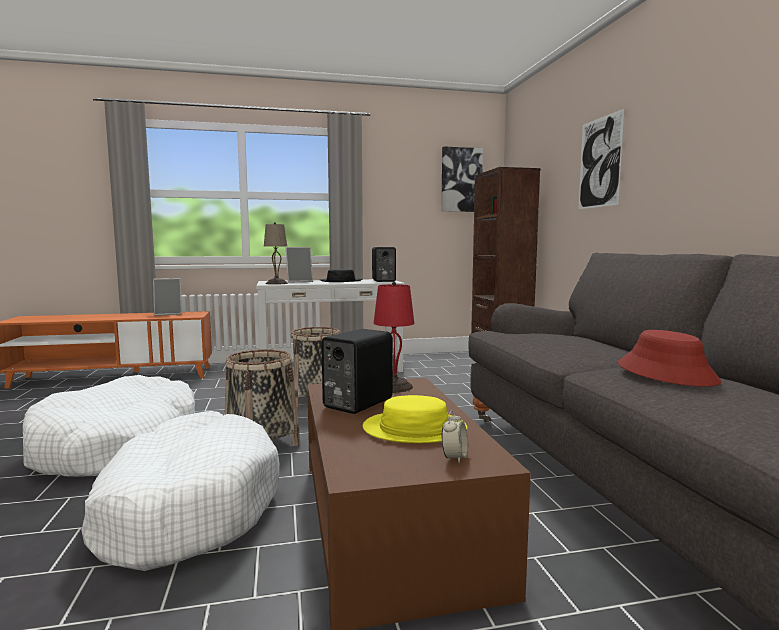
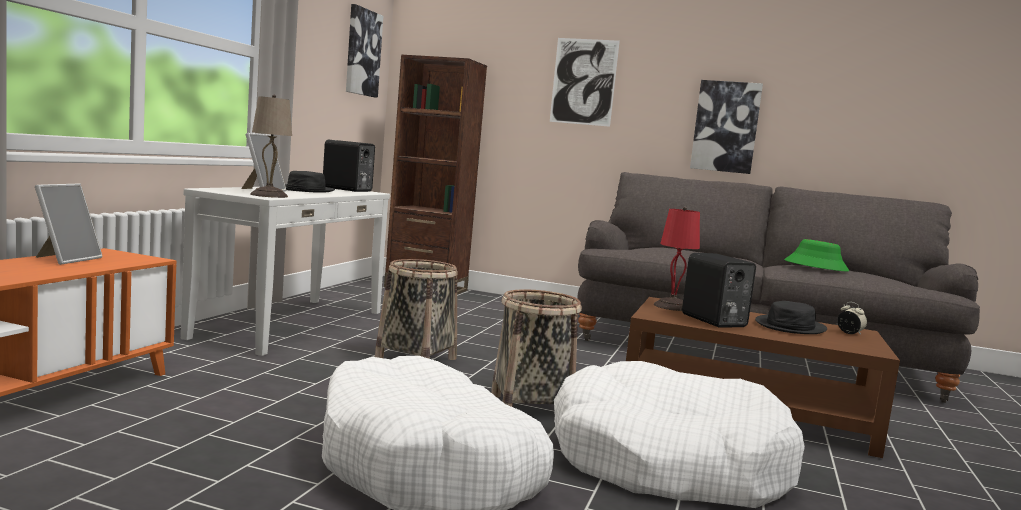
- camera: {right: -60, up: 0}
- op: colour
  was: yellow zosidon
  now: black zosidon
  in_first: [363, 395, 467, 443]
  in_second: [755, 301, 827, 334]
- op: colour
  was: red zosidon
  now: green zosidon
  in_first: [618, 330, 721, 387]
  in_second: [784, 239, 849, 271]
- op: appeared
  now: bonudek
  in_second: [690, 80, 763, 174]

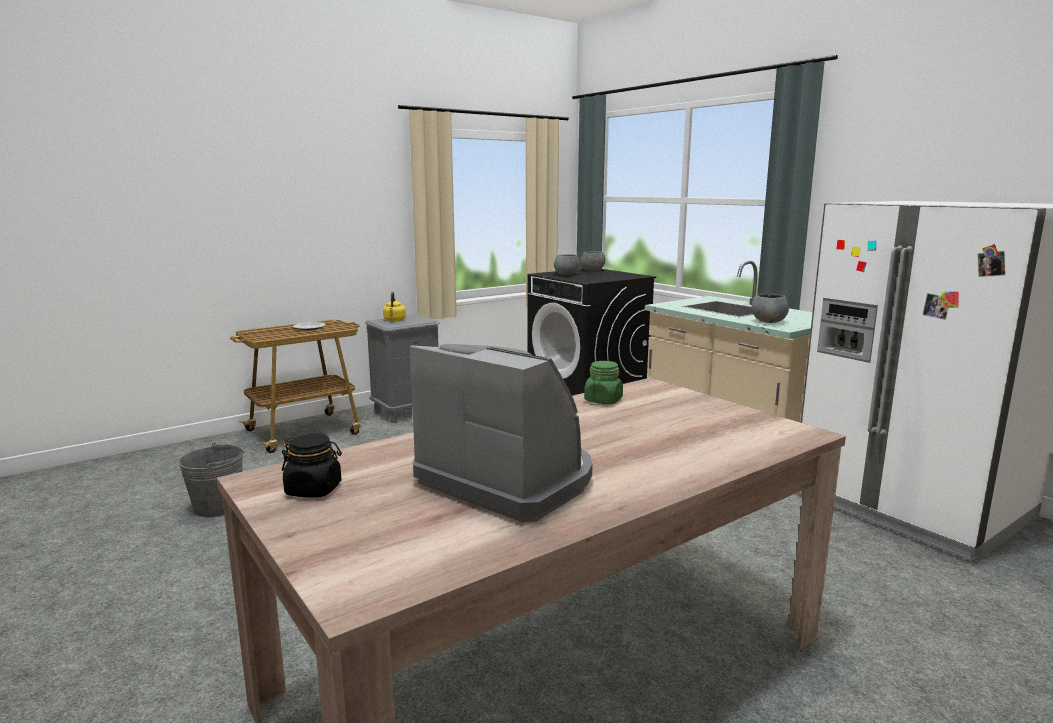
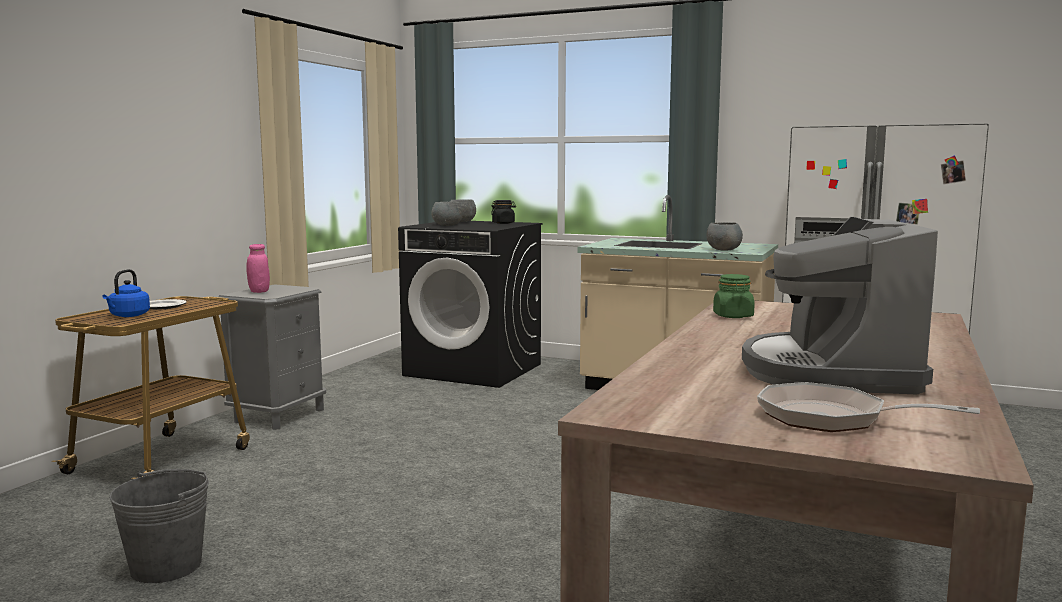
- camera: {right: -30, up: -5}
- op: relocated
  was: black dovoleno
  in_first: [282, 433, 342, 498]
  in_second: [491, 200, 516, 224]
- op: exchanged
  was: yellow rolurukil
  now: pink dovoleno
  in_first: [383, 292, 406, 321]
  in_second: [246, 244, 270, 293]
- op: spun
  was: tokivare
  in_first: [410, 344, 593, 522]
  in_second: [742, 217, 938, 394]
  clockwise: -90
- op: appeared
  now: blue rolurukil
  in_second: [102, 269, 150, 317]
- op: appeared
  now: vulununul
  in_second: [757, 382, 980, 432]

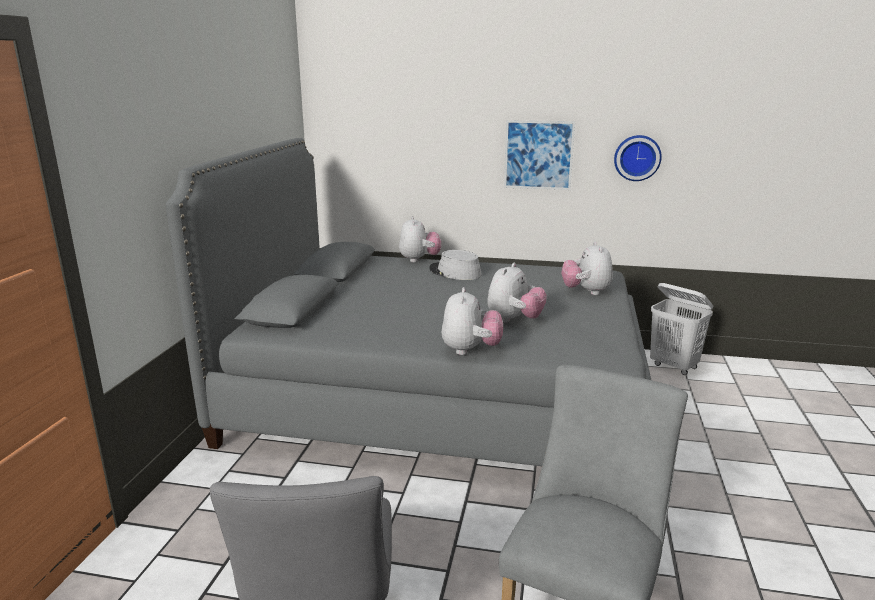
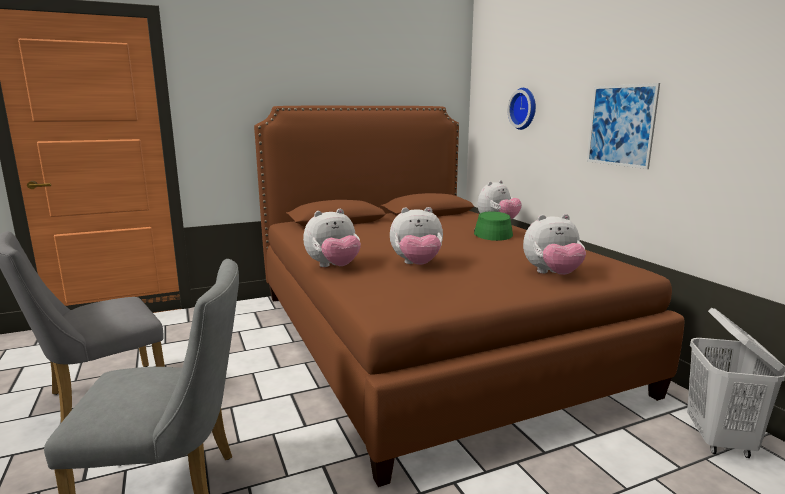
- camera: {right: 55, up: -5}
- op: colour
  was: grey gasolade
  now: brown gasolade
  in_first: [166, 138, 651, 466]
  in_second: [254, 106, 684, 487]
- op: colour
  was: grey zosidon
  now: green zosidon
  in_first: [429, 250, 481, 280]
  in_second: [474, 211, 513, 241]
- op: spun
  was: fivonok
  in_first: [561, 241, 613, 295]
  in_second: [523, 214, 586, 275]
  clockwise: -150
- op: relocated
  was: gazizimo
  in_first: [614, 135, 662, 181]
  in_second: [508, 88, 536, 130]

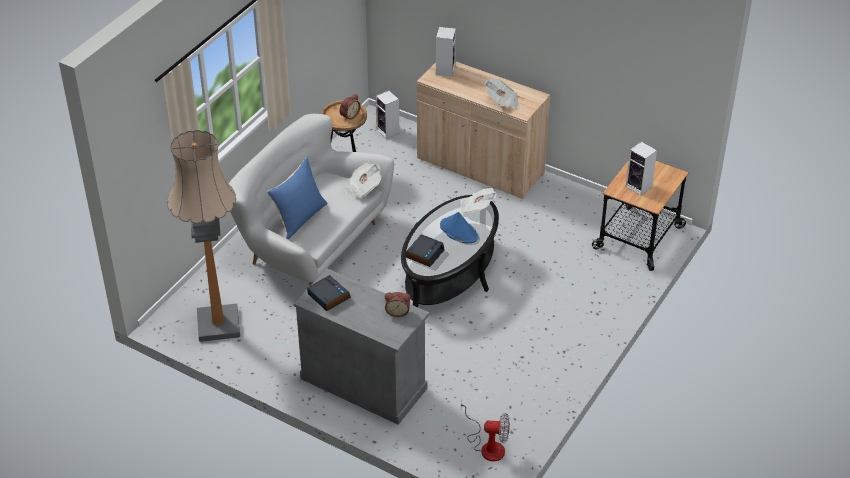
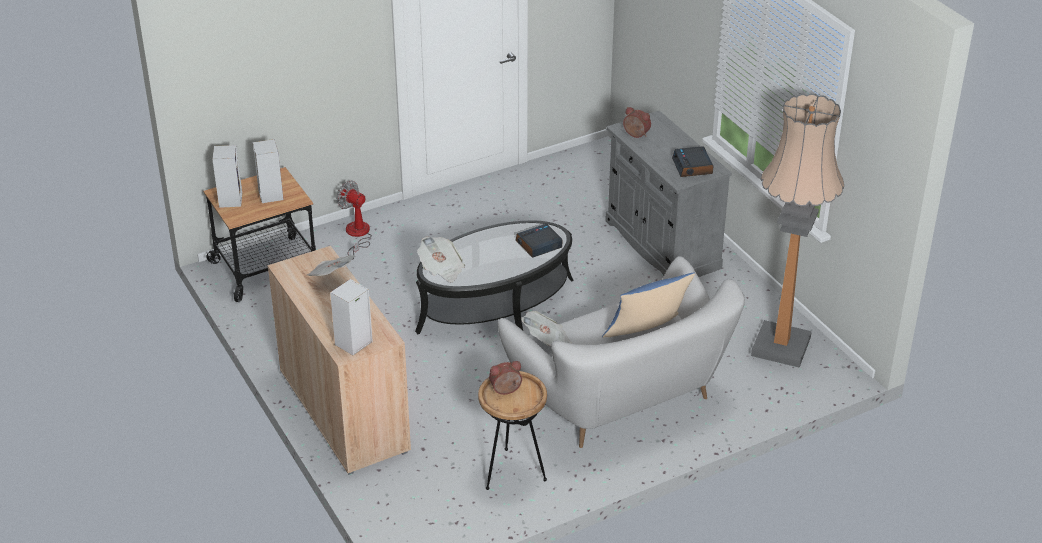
- camera: {right: -150, up: -5}
- op: relocated
  was: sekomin
  in_first: [376, 91, 399, 139]
  in_second: [212, 145, 242, 208]
- op: missing
  was: blue zosidon
  in_first: [440, 212, 478, 243]
- op: relocated
  was: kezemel
  in_first: [461, 400, 510, 461]
  in_second: [337, 180, 372, 260]

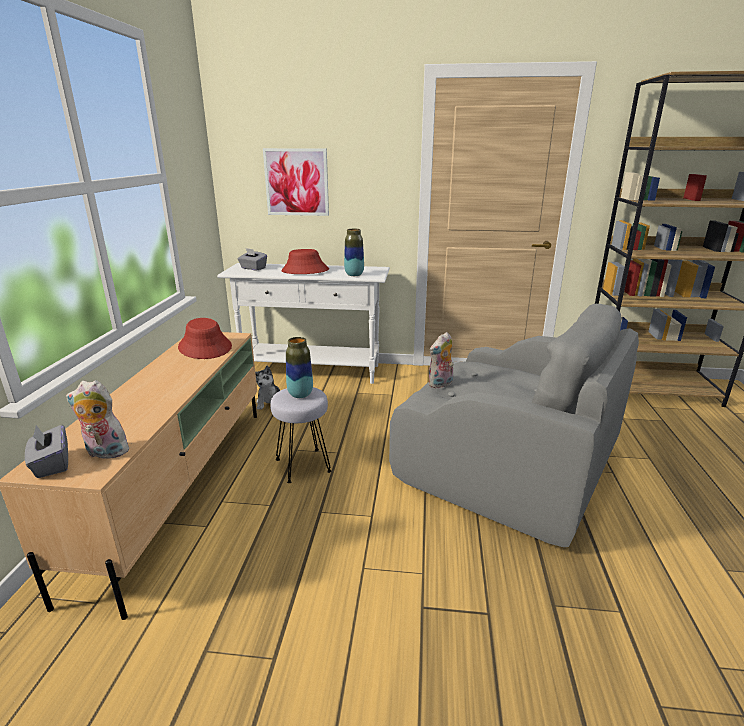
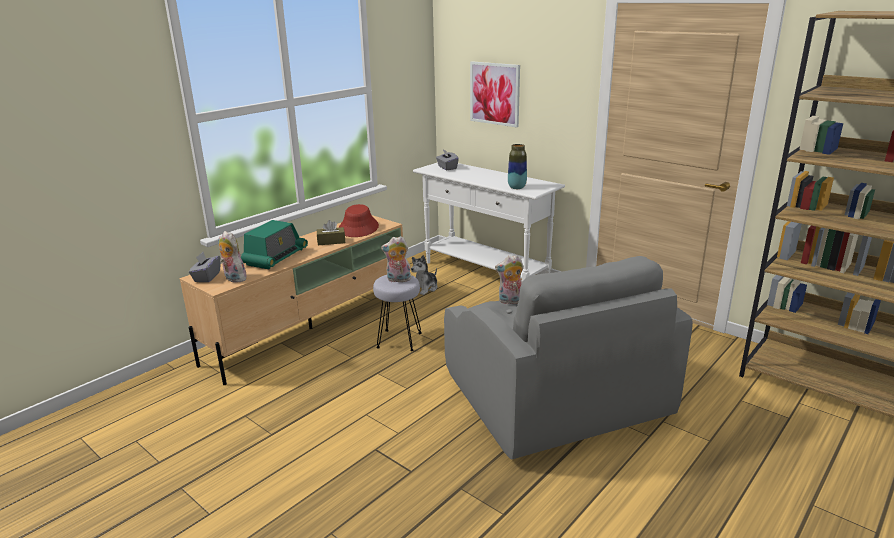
- camera: {right: 35, up: 0}
- op: missing
  was: red zosidon
  in_first: [281, 249, 329, 274]
- op: exchanged
  was: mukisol
  now: fivonok
  in_first: [286, 337, 313, 398]
  in_second: [381, 236, 411, 282]
- op: appeared
  now: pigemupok
  in_second: [241, 220, 308, 270]
- op: appeared
  now: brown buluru
  in_second: [317, 220, 345, 245]

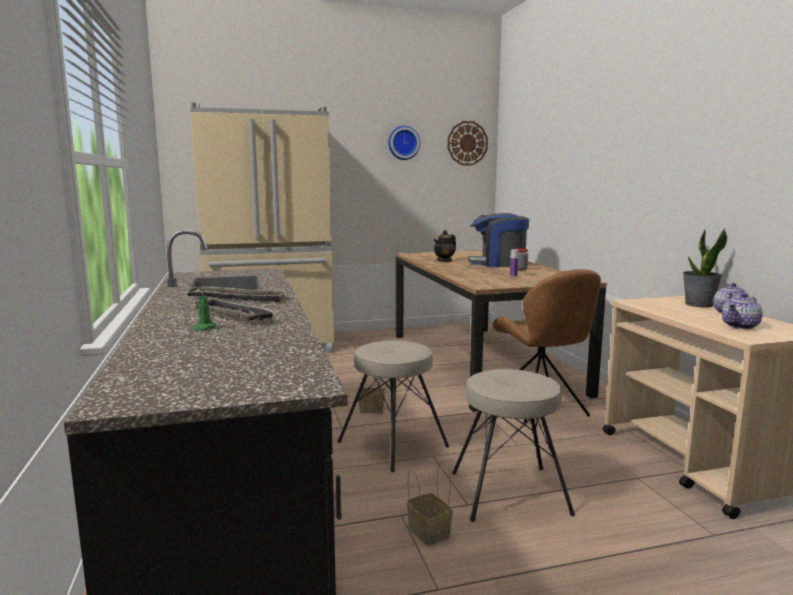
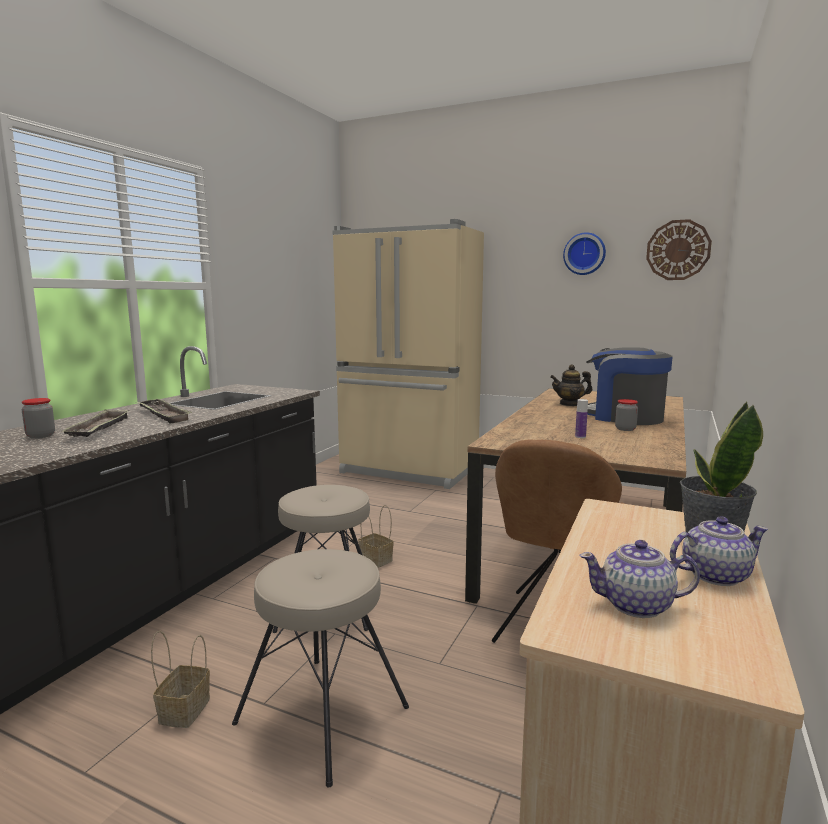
- camera: {right: 40, up: 0}
- op: exchanged
  was: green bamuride
  now: dovoleno
  in_first: [193, 288, 217, 331]
  in_second: [22, 398, 55, 439]

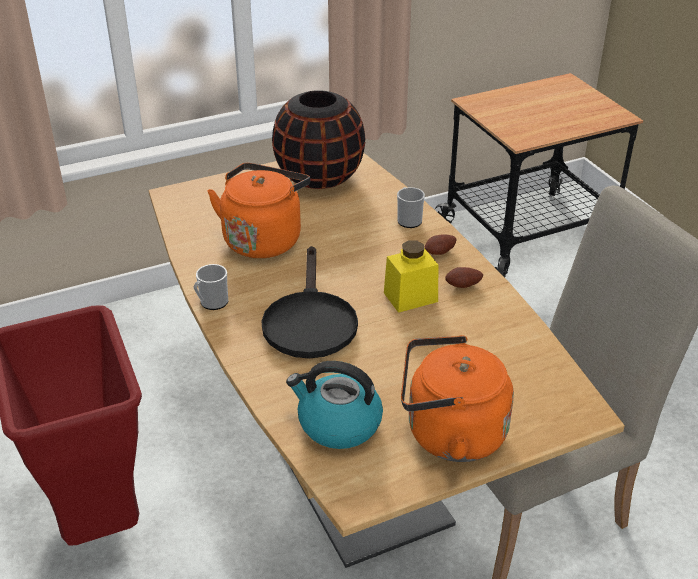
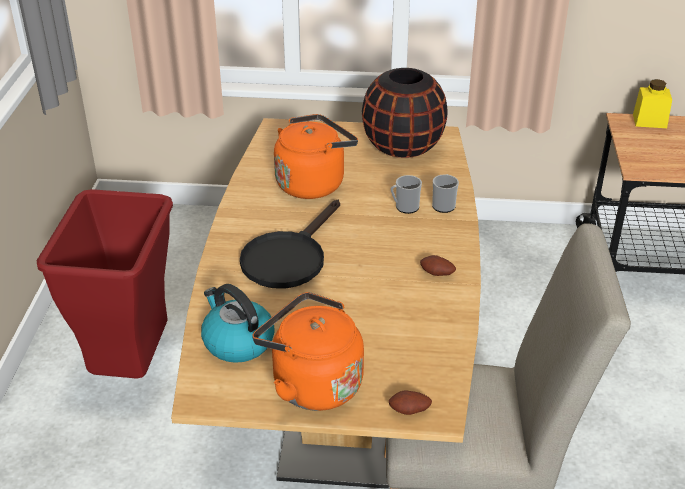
- camera: {right: 30, up: 0}
- op: relocated
  was: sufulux
  in_first: [194, 264, 228, 310]
  in_second: [391, 175, 422, 214]
- op: relocated
  was: yellow dovoleno
  in_first: [384, 241, 438, 313]
  in_second: [633, 79, 672, 128]
- op: relocated
  was: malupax
  in_first: [425, 234, 456, 255]
  in_second: [389, 390, 432, 415]

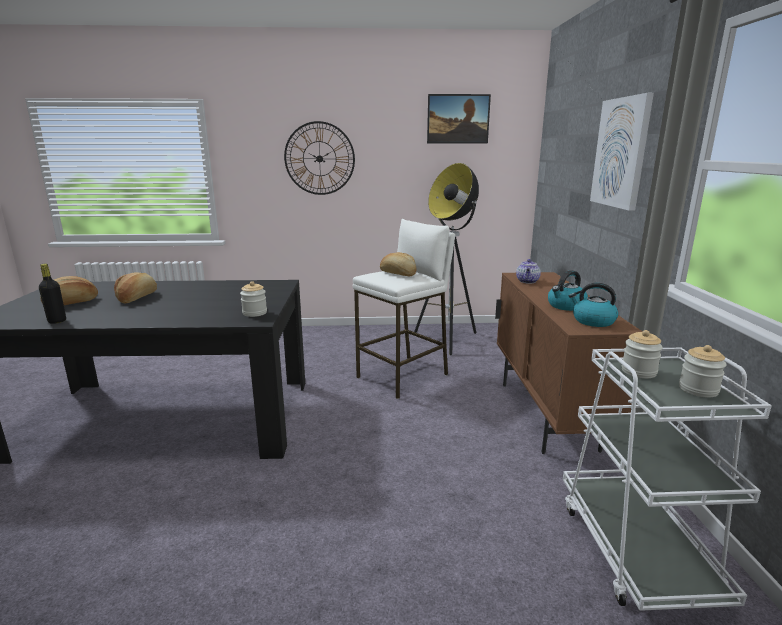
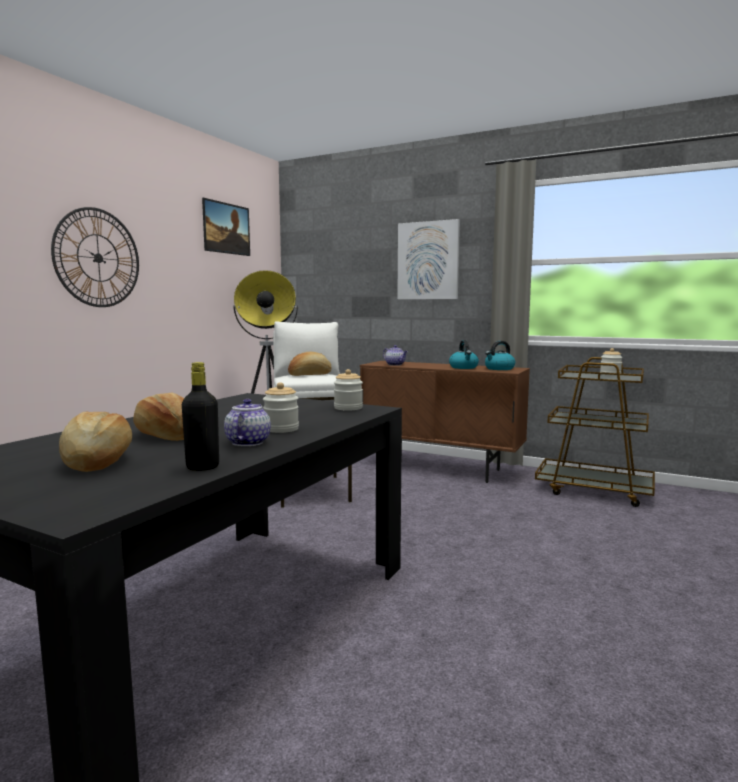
- camera: {right: -60, up: -10}
- op: colour
  was: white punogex
  now: brown punogex
  in_first: [563, 348, 772, 611]
  in_second: [535, 357, 655, 507]
- op: relocated
  was: dovoleno
  in_first: [622, 330, 663, 378]
  in_second: [263, 382, 299, 433]
- op: appeared
  now: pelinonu
  in_second: [224, 399, 271, 446]

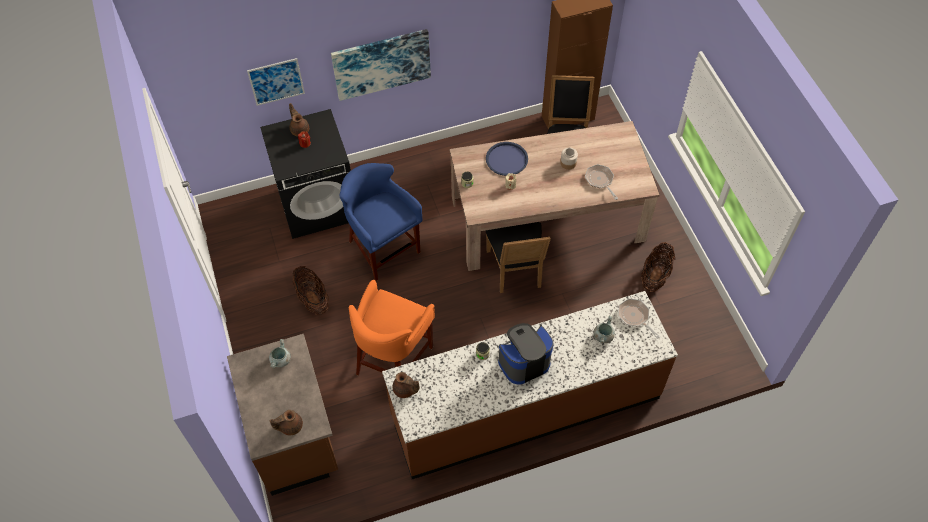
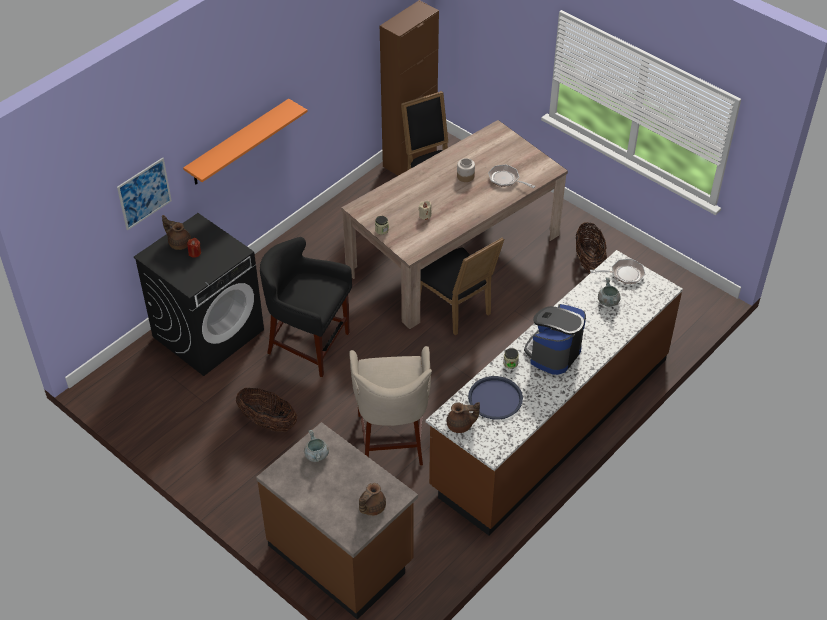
- camera: {right: -30, up: -10}
- op: exchanged
  was: bonudek
  now: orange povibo
  in_first: [331, 29, 431, 101]
  in_second: [183, 99, 307, 184]
- op: colour
  was: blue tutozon
  now: black tutozon
  in_first: [339, 163, 423, 281]
  in_second: [260, 237, 352, 378]
- op: colour
  was: orange tutozon
  now: beige tutozon
  in_first: [349, 280, 435, 376]
  in_second: [350, 346, 432, 466]
- op: relocated
  was: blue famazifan
  in_first: [486, 142, 528, 176]
  in_second: [468, 376, 523, 420]
- op: spun
  was: vulununul
  in_first: [618, 299, 660, 339]
  in_second: [590, 259, 645, 284]
  clockwise: 150

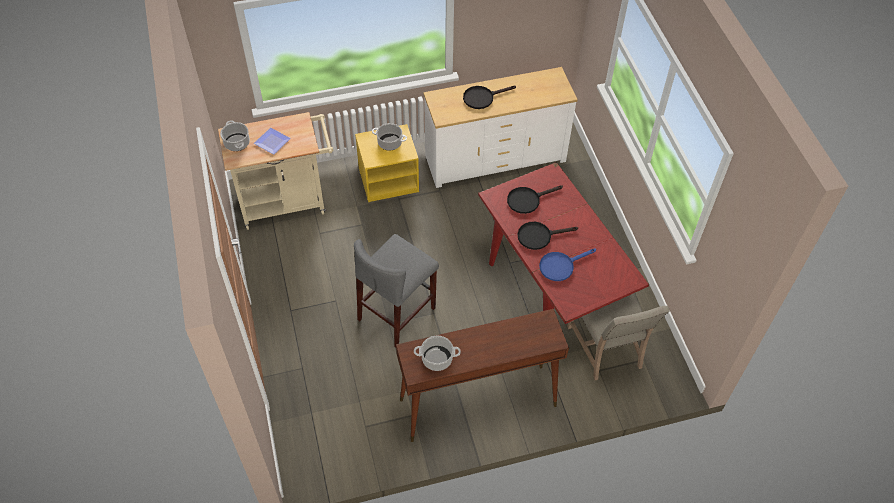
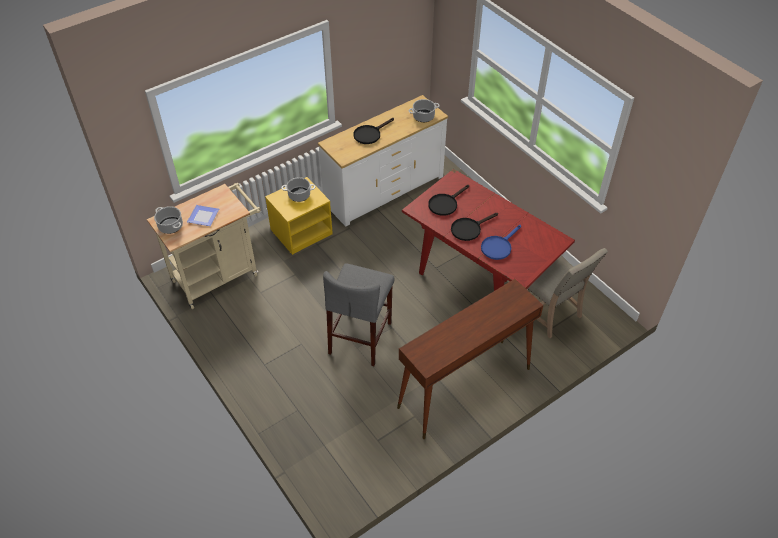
- camera: {right: -20, up: -5}
- op: relocated
  was: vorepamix
  in_first: [414, 336, 461, 371]
  in_second: [408, 99, 440, 122]

